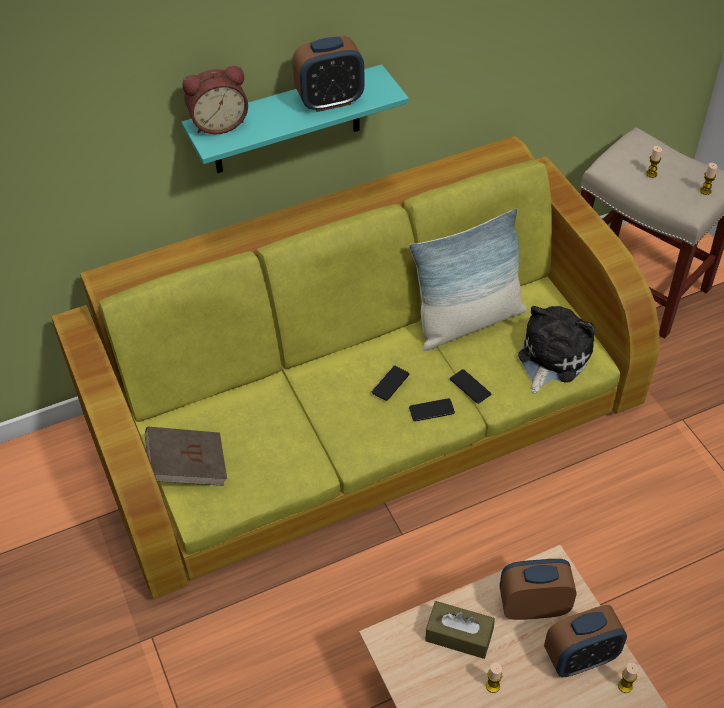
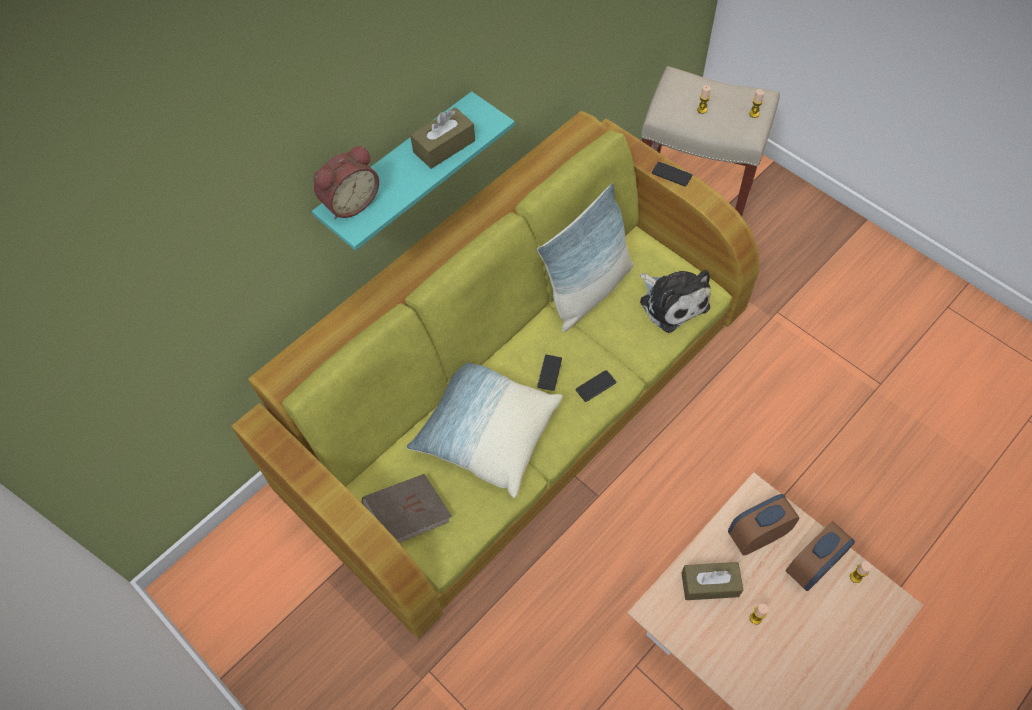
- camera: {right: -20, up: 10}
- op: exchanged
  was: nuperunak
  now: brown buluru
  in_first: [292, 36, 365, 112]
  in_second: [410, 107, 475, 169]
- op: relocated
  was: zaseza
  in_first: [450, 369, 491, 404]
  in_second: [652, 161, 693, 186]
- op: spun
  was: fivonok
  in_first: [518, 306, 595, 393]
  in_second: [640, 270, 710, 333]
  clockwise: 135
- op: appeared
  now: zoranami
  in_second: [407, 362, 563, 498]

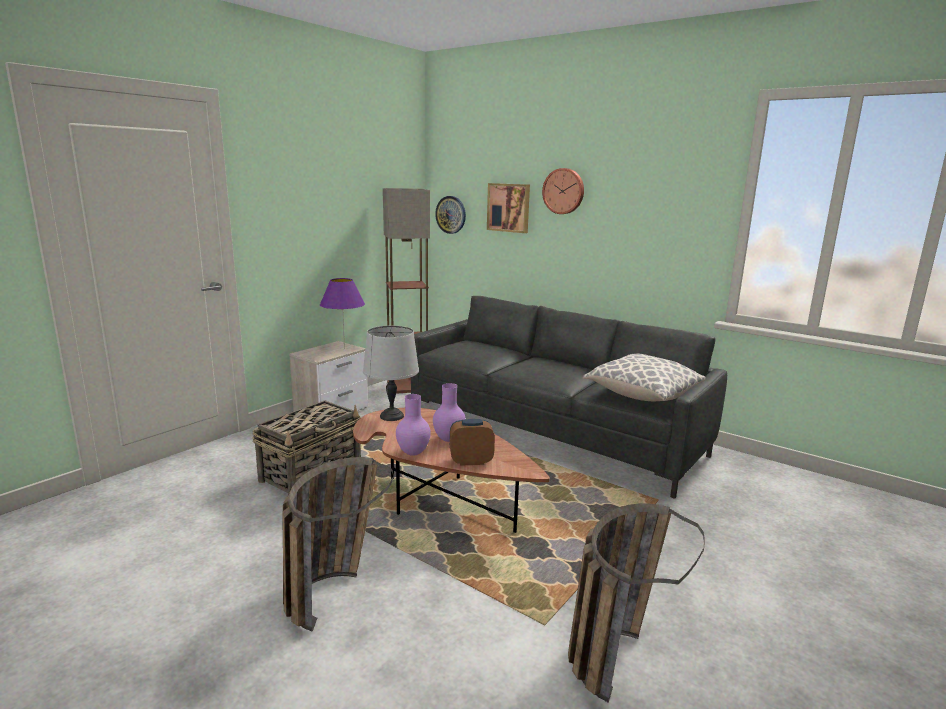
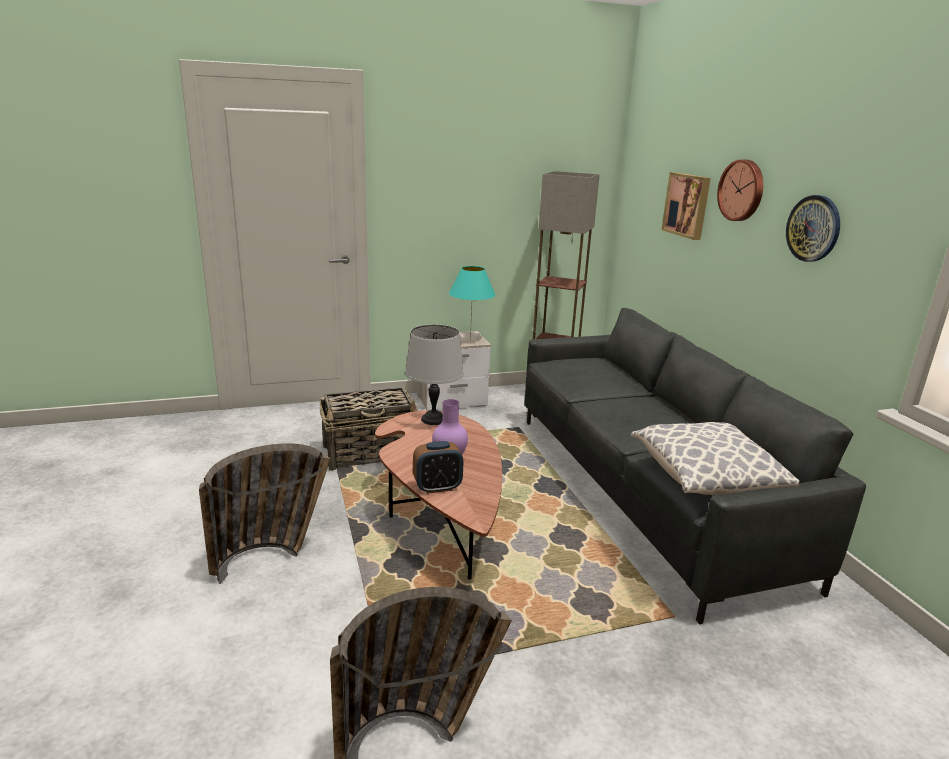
- camera: {right: 35, up: 5}
- op: colour
  was: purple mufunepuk
  now: turquoise mufunepuk
  in_first: [320, 278, 365, 349]
  in_second: [449, 266, 495, 340]
- op: missing
  was: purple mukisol
  in_first: [396, 394, 431, 456]
- op: relocated
  was: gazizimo
  in_first: [435, 196, 466, 234]
  in_second: [786, 195, 840, 262]
- op: spun
  was: nuperunak
  in_first: [450, 419, 495, 466]
  in_second: [413, 441, 463, 494]
  clockwise: 135

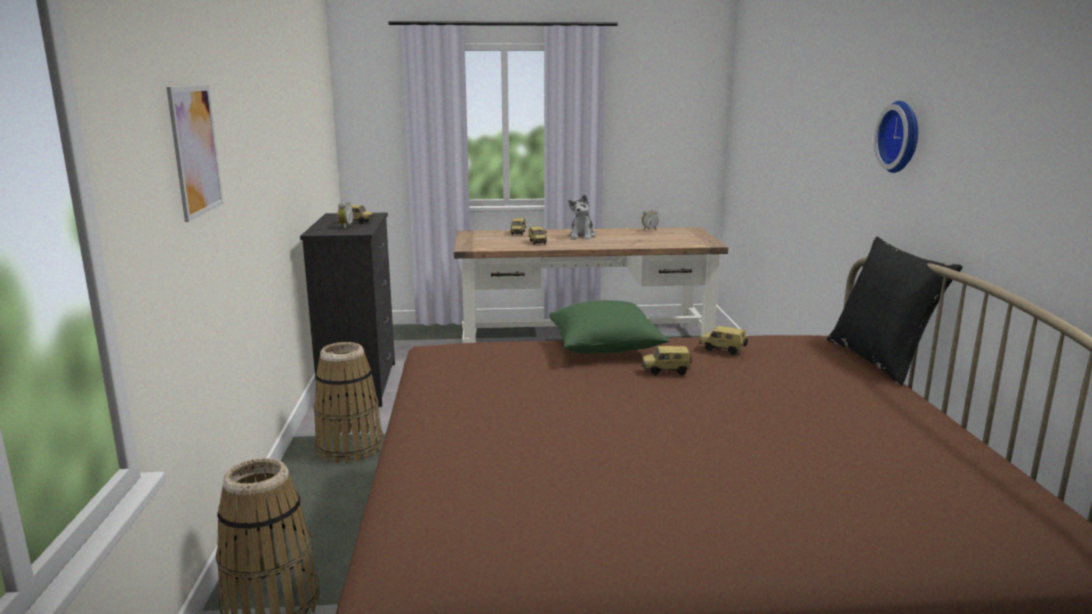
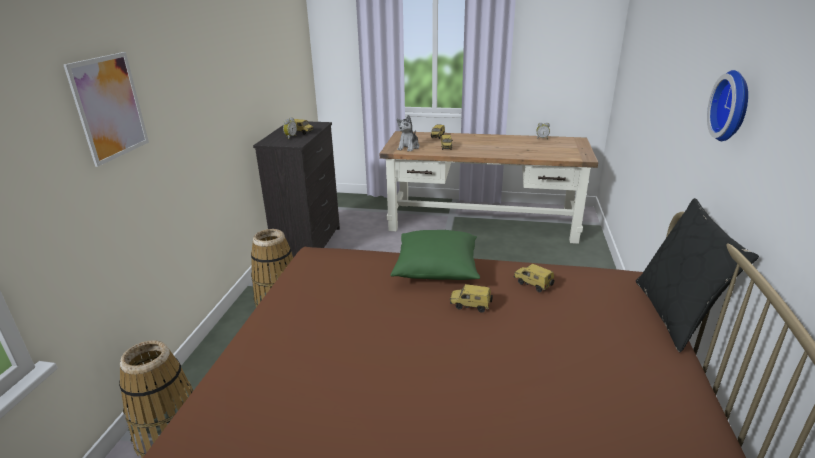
- camera: {right: 15, up: 10}
- op: relocated
  was: fivonok
  in_first: [568, 195, 596, 240]
  in_second: [397, 115, 420, 152]

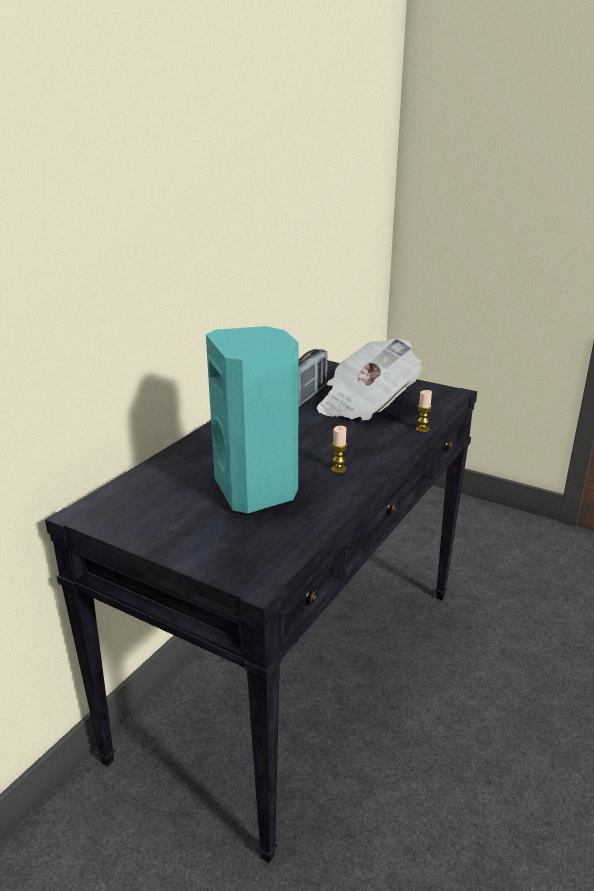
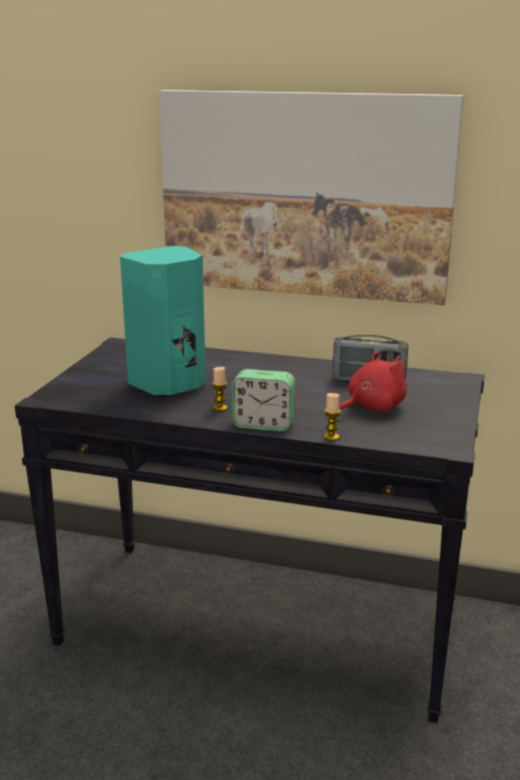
- camera: {right: 75, up: -5}
- op: exchanged
  was: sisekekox
  now: red fivonok
  in_first: [317, 338, 422, 421]
  in_second: [339, 351, 407, 411]
- op: appeared
  now: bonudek
  in_second: [159, 90, 464, 305]
- op: appeared
  now: nuperunak
  in_second: [232, 369, 295, 431]

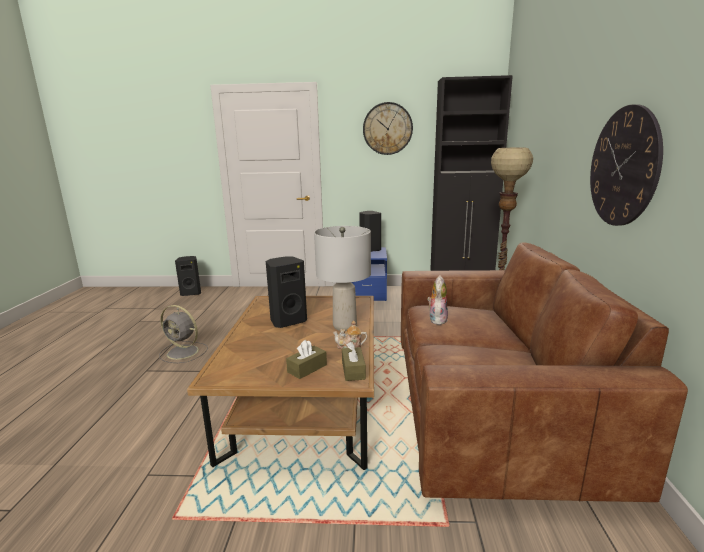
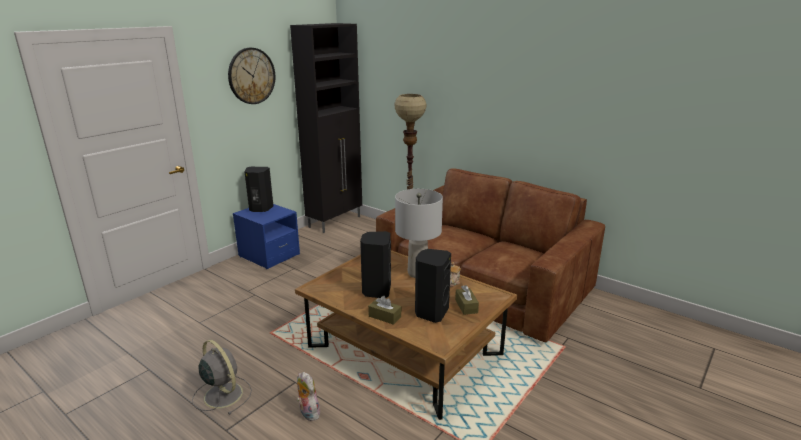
- camera: {right: -55, up: 5}
- op: spun
  was: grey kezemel
  in_first: [159, 305, 208, 363]
  in_second: [192, 340, 252, 415]
  clockwise: -105
- op: relocated
  was: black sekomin
  in_first: [175, 256, 201, 296]
  in_second: [415, 249, 451, 323]
- op: relocated
  was: brown buluru
  in_first: [342, 342, 366, 381]
  in_second: [368, 296, 401, 325]
- op: relocated
  was: fivonok
  in_first: [427, 275, 448, 325]
  in_second: [296, 372, 320, 421]
- op: missing
  was: gazizimo
  in_first: [590, 104, 663, 226]

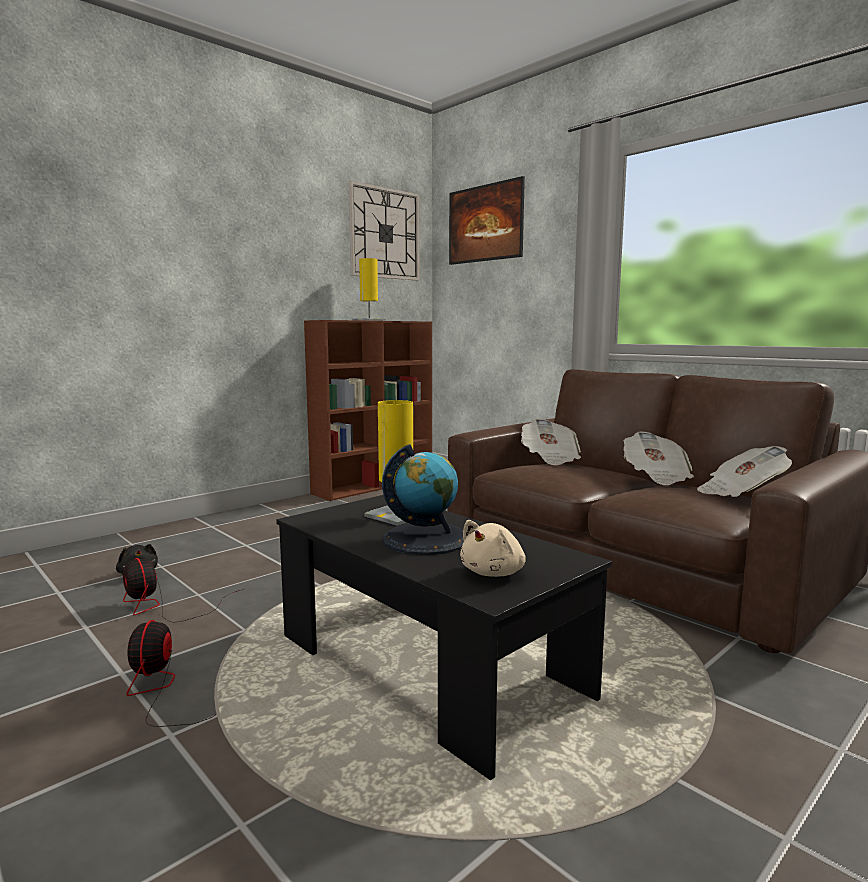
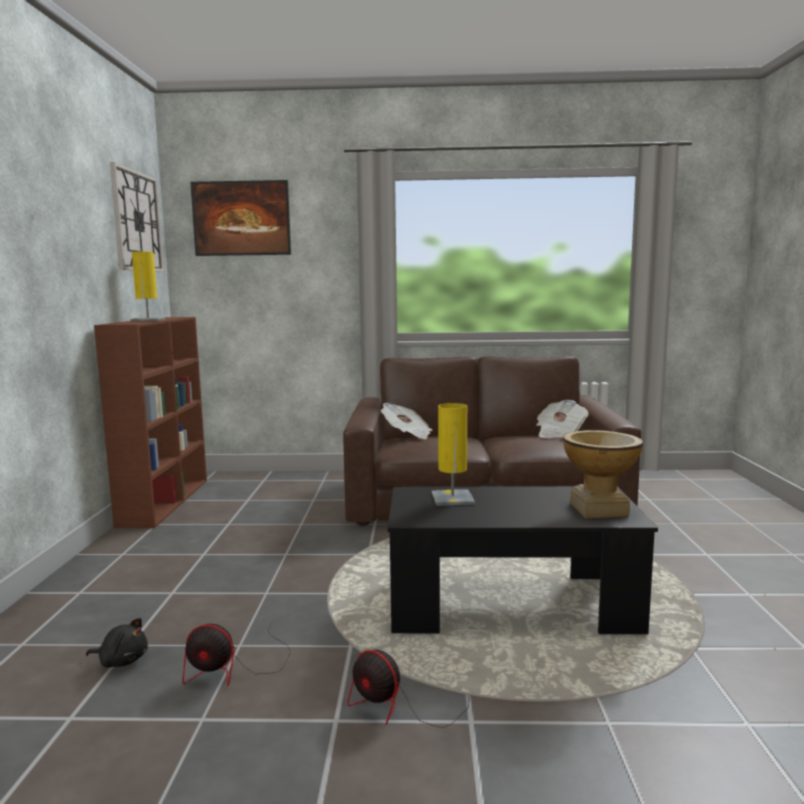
- camera: {right: -45, up: 0}
- op: missing
  was: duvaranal
  in_first: [382, 444, 464, 555]
- op: exchanged
  was: beige fivonok
  now: mukisol
  in_first: [460, 520, 526, 577]
  in_second: [563, 430, 643, 518]
- op: missing
  was: sisekekox
  in_first: [624, 432, 694, 485]

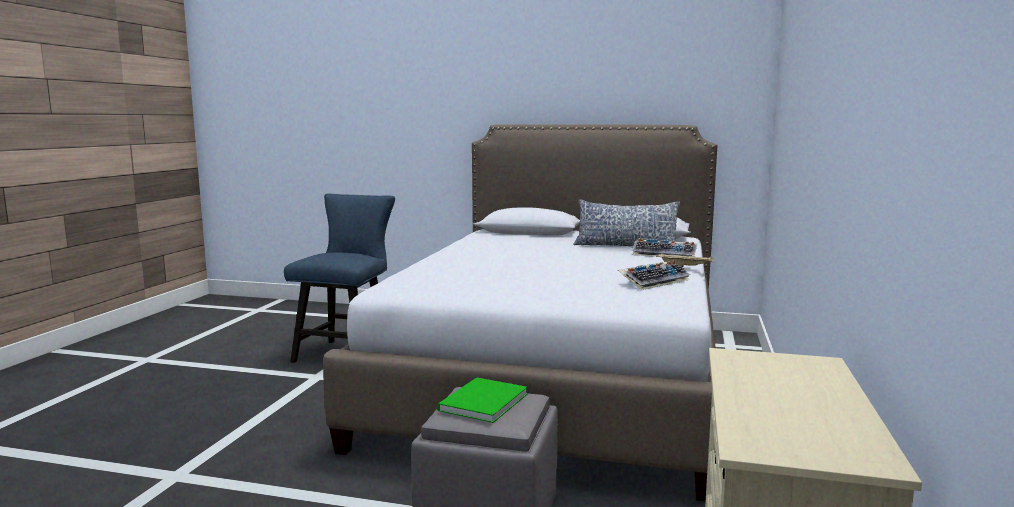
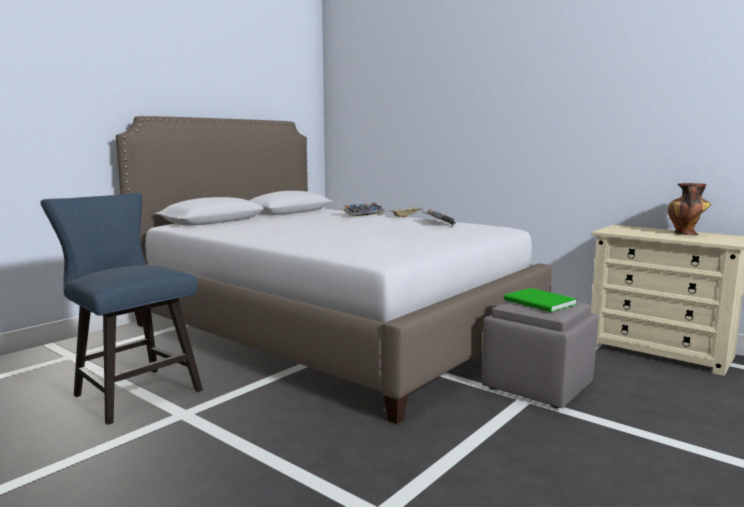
- camera: {right: -65, up: 0}
- op: missing
  was: zoranami
  in_first: [573, 199, 680, 246]
- op: appeared
  now: mukisol
  in_second: [668, 183, 712, 235]

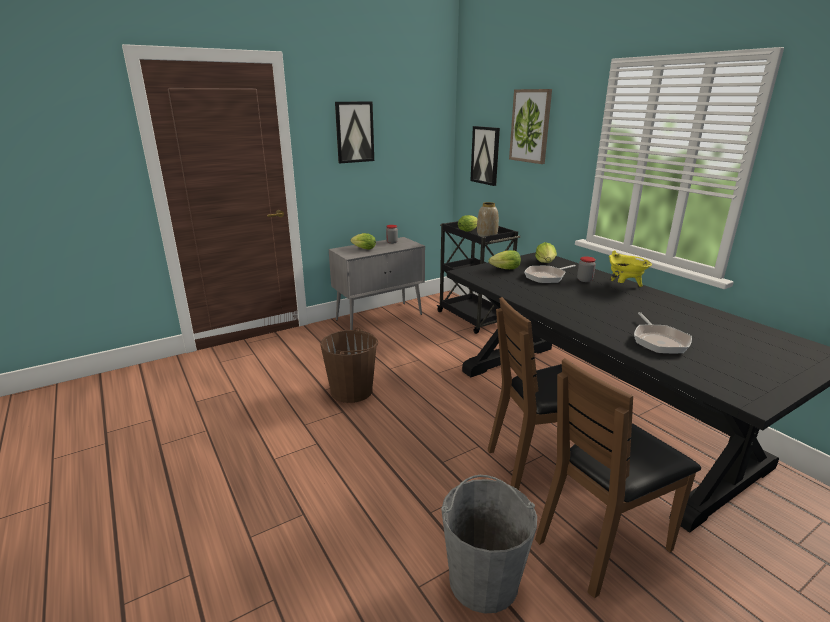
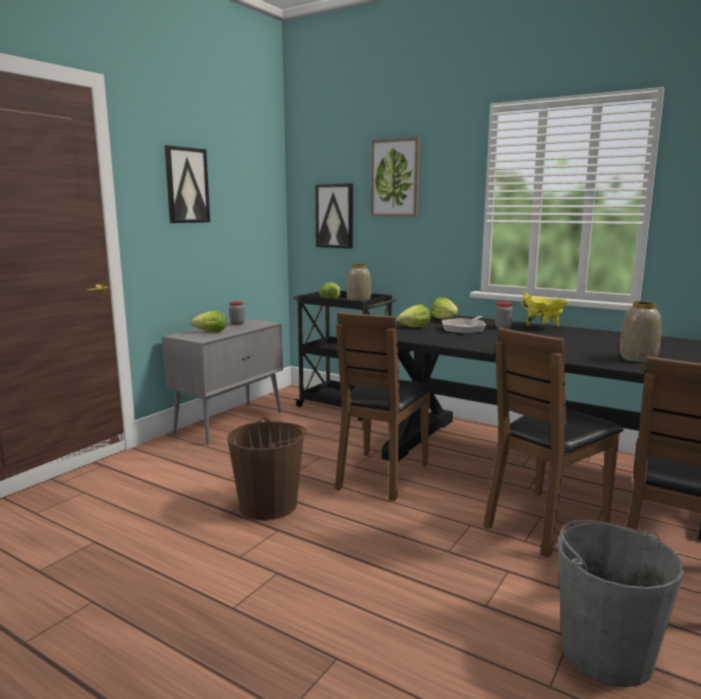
- camera: {right: -25, up: -10}
- op: exchanged
  was: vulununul
  now: mukisol
  in_first: [634, 312, 692, 354]
  in_second: [619, 301, 662, 362]
- op: appeared
  now: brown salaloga
  in_second: [335, 312, 433, 501]

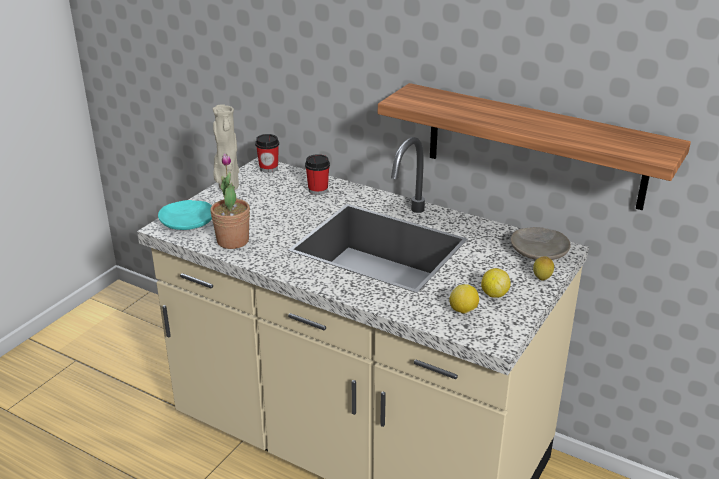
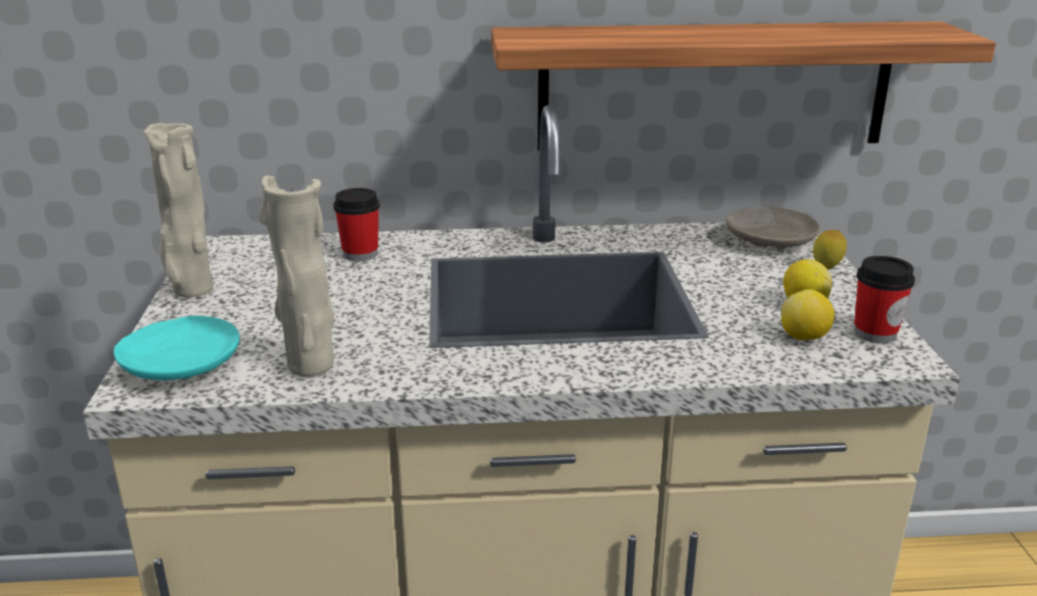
- camera: {right: -35, up: -5}
- op: exchanged
  was: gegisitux
  now: beige mukisol
  in_first: [210, 153, 250, 249]
  in_second: [259, 175, 335, 377]
- op: relocated
  was: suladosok
  in_first: [255, 134, 279, 173]
  in_second: [854, 256, 915, 343]

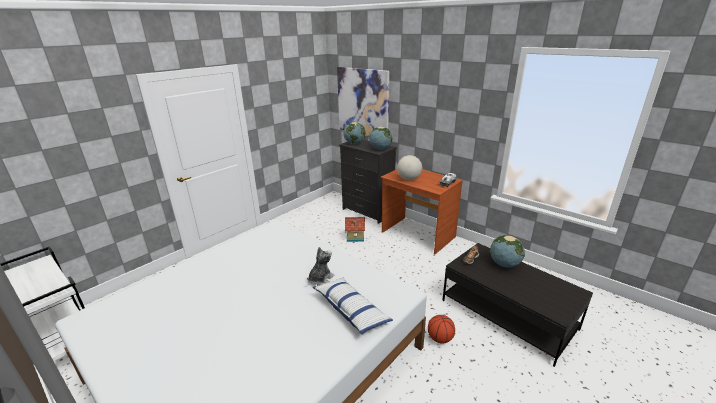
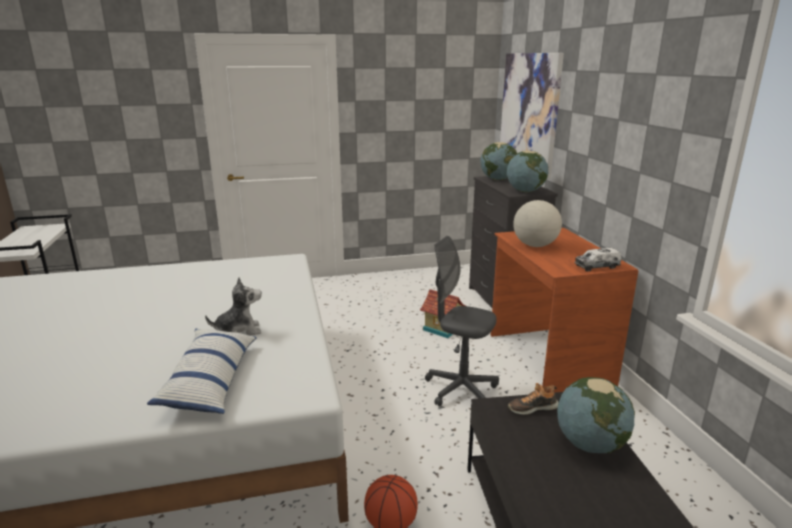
- camera: {right: 35, up: -5}
- op: appeared
  now: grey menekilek
  in_second: [425, 236, 499, 407]

